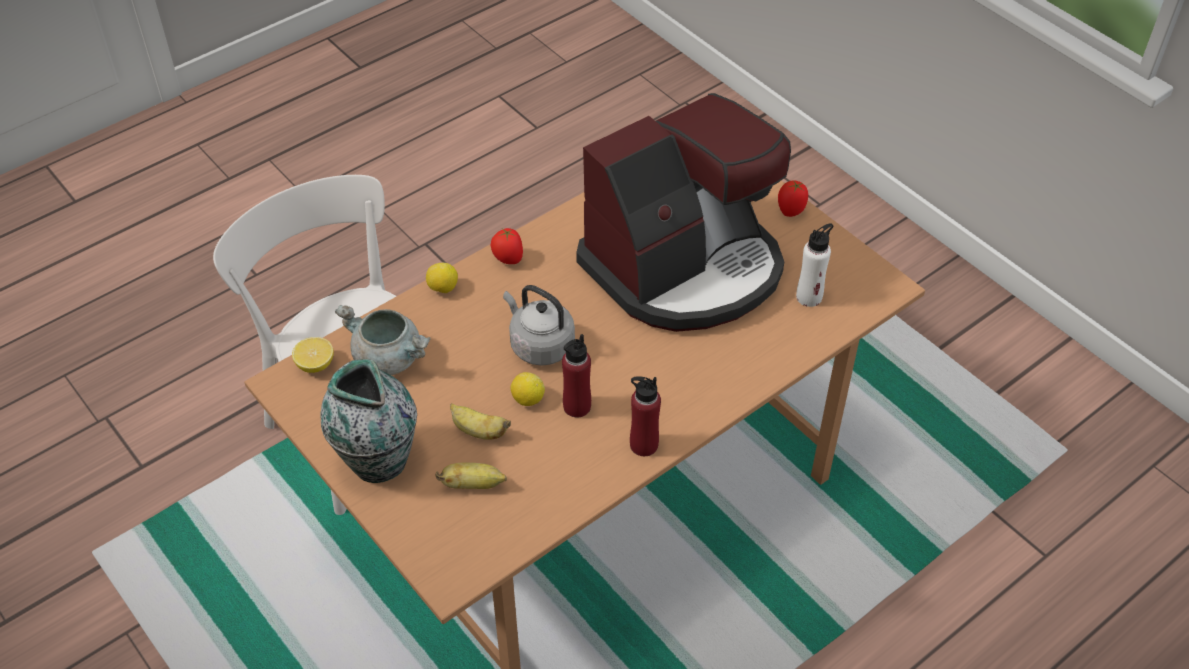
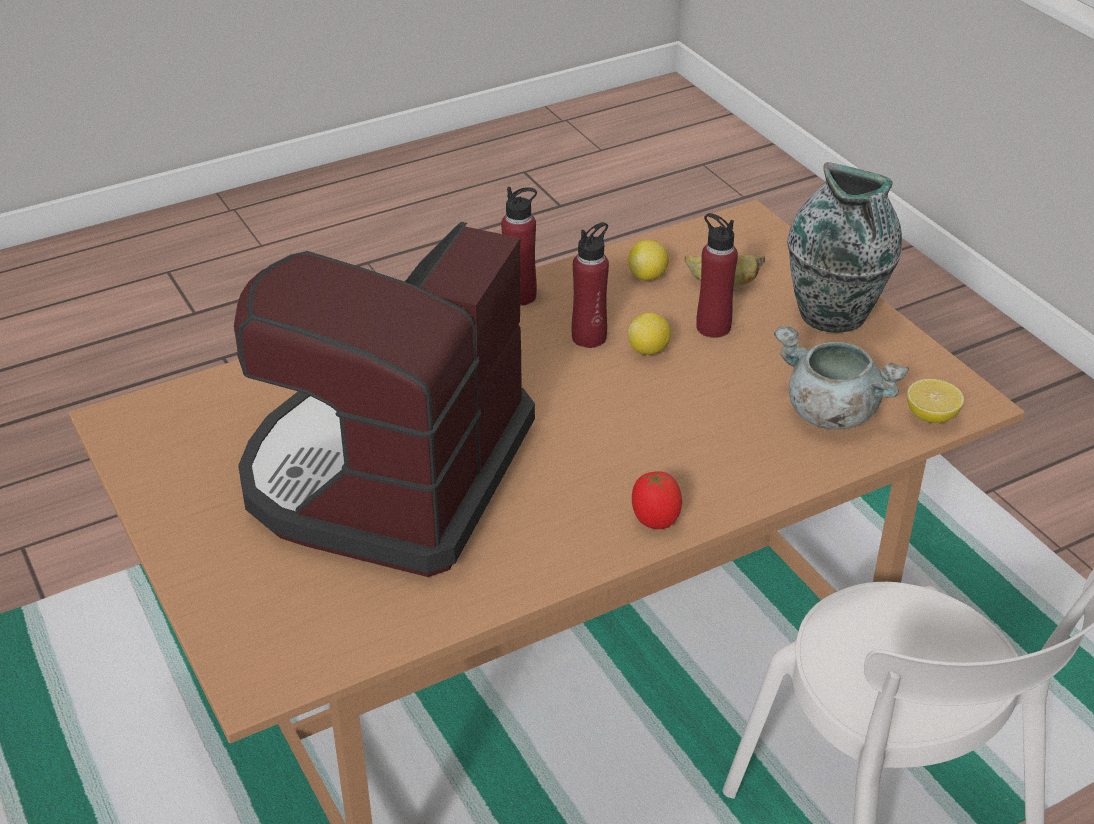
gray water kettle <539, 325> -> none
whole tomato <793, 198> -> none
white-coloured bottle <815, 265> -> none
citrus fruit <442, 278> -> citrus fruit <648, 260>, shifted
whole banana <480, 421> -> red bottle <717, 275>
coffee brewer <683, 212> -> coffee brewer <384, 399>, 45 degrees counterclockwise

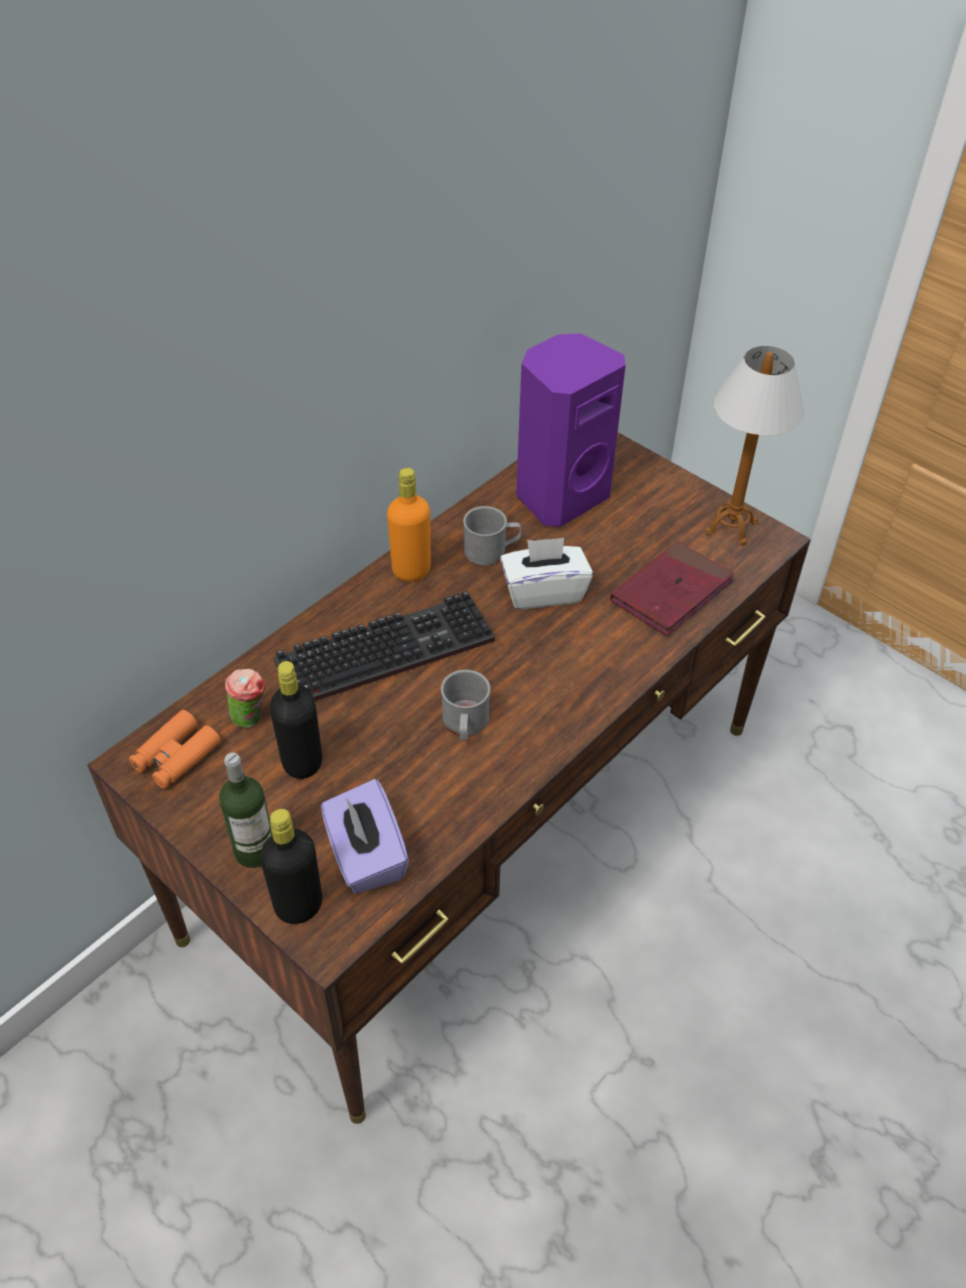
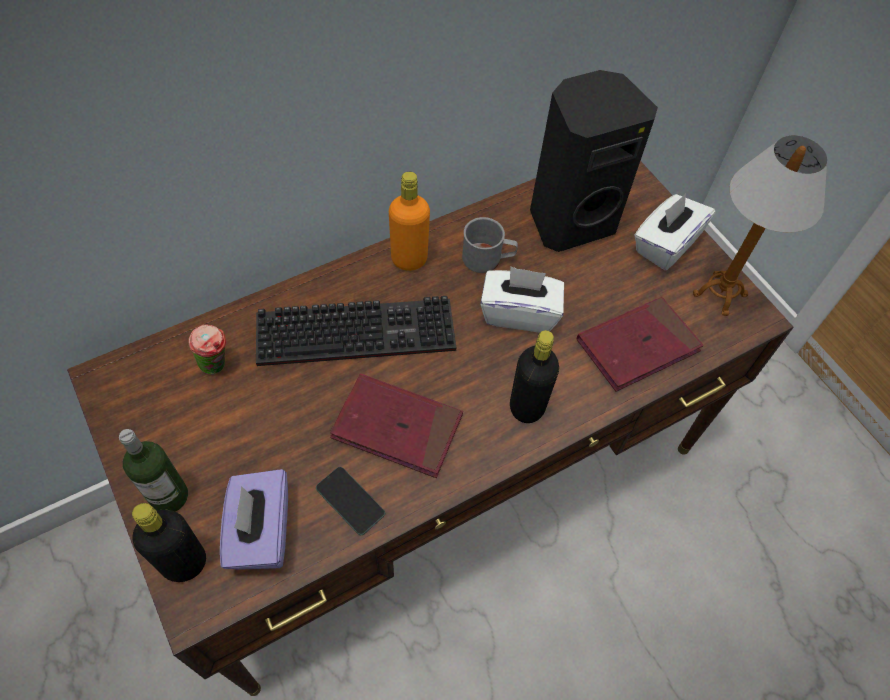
orangey field glasses <175, 749> -> none
none -> handset <350, 501>
none -> white-coloured box of tissues <674, 231>
blackish bottle <296, 720> -> blackish bottle <534, 376>, shifted
gray tea mug <465, 705> -> red book <396, 426>
purple audio speaker <571, 430> -> blackish audio speaker <594, 161>

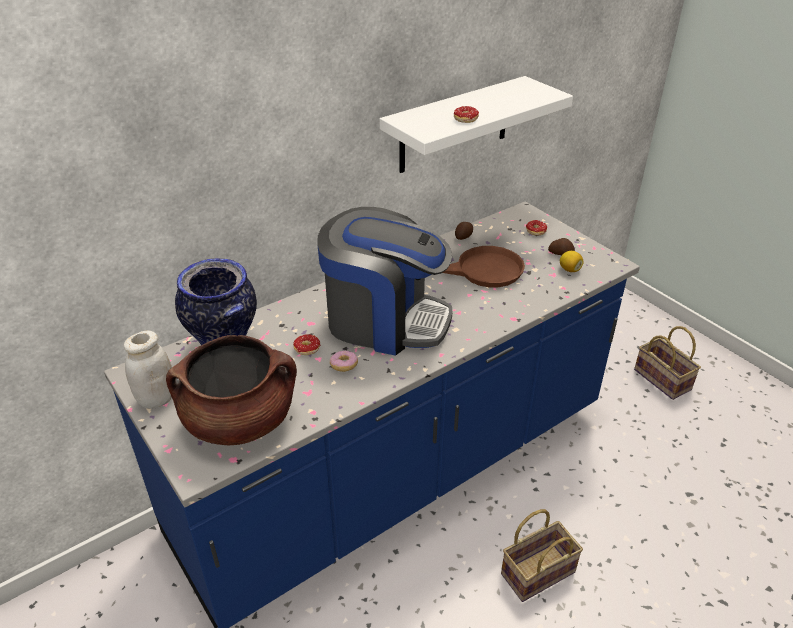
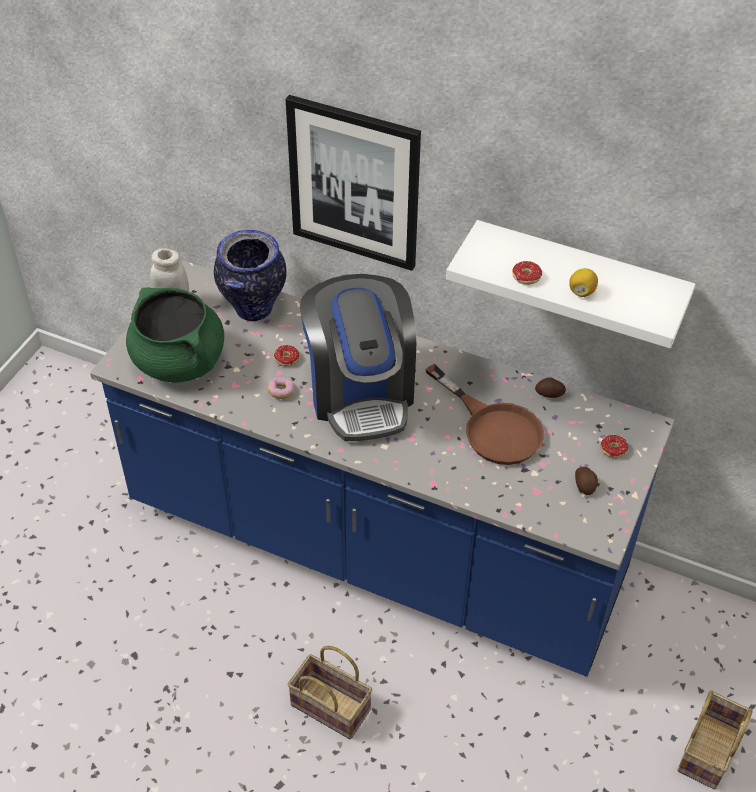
none -> wall art <353, 183>
citrus fruit <571, 261> -> citrus fruit <583, 282>, shifted
brownish cooking pot <231, 390> -> greenish cooking pot <175, 335>

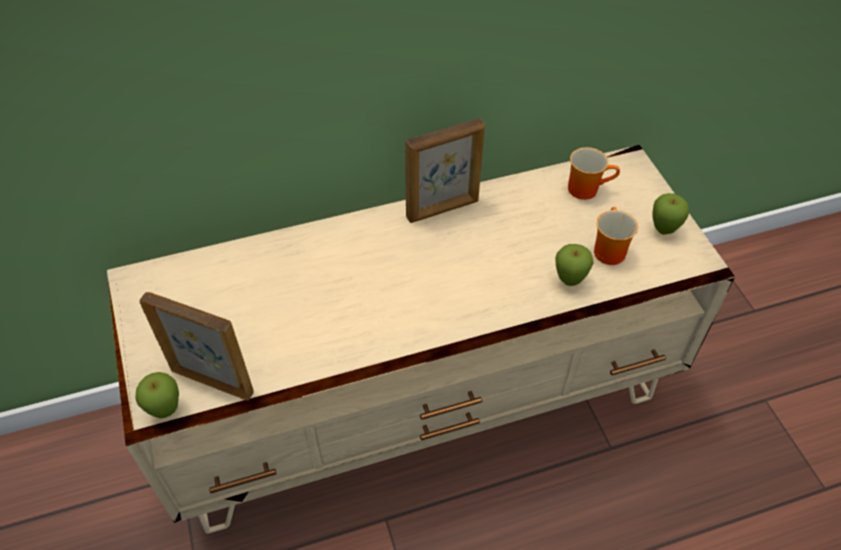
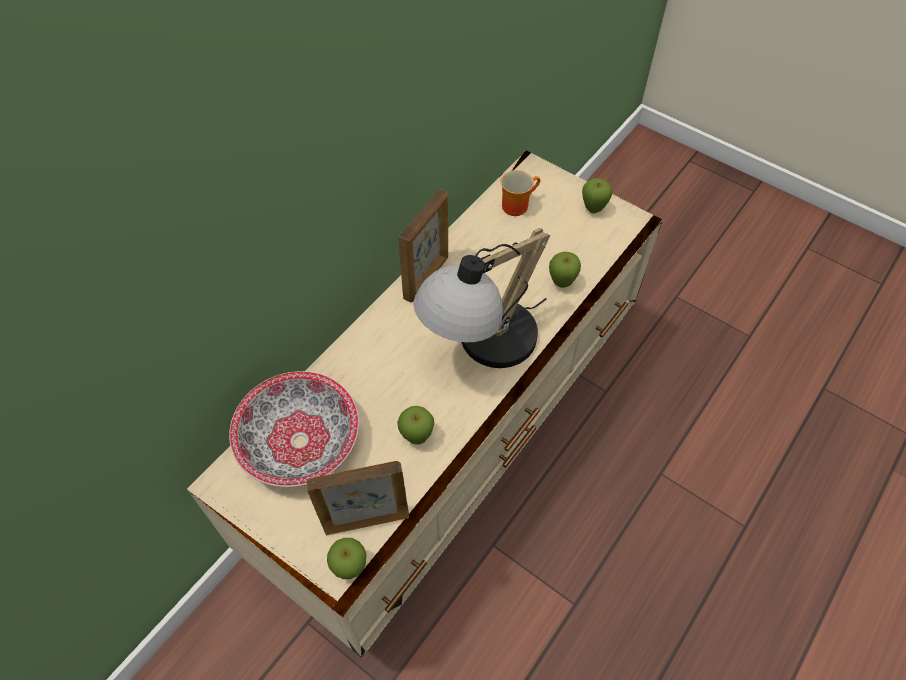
tea mug <616, 236> -> none
none -> bowl <294, 429>
none -> apple <415, 425>
none -> tabletop lamp <482, 298>

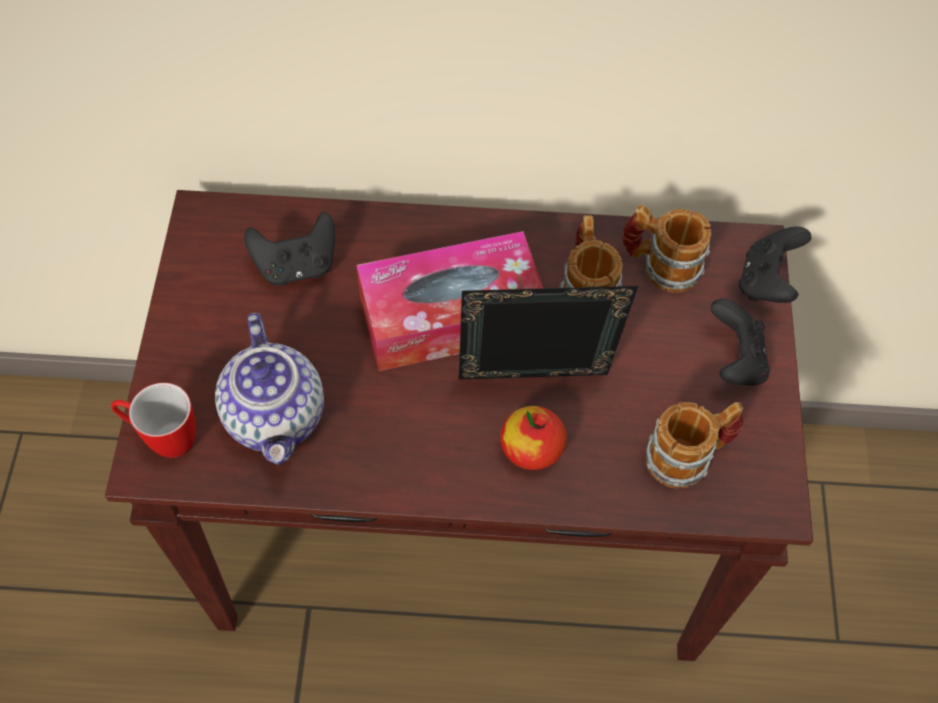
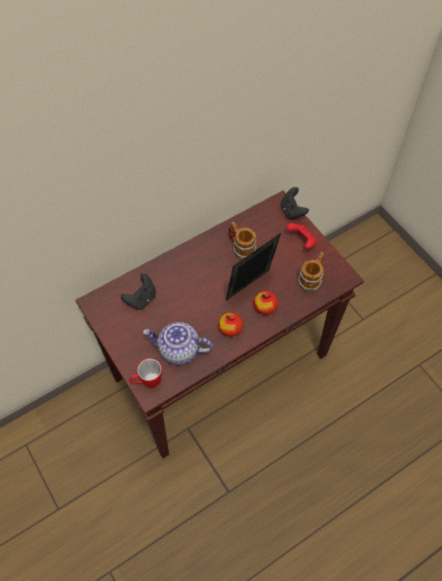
box of tissues <449, 301> -> none
tea mug <666, 249> -> none
none -> apple <230, 324>
blackish game controller <740, 342> -> red game controller <301, 236>
pot for tea <269, 389> -> pot for tea <178, 343>, 150 degrees clockwise

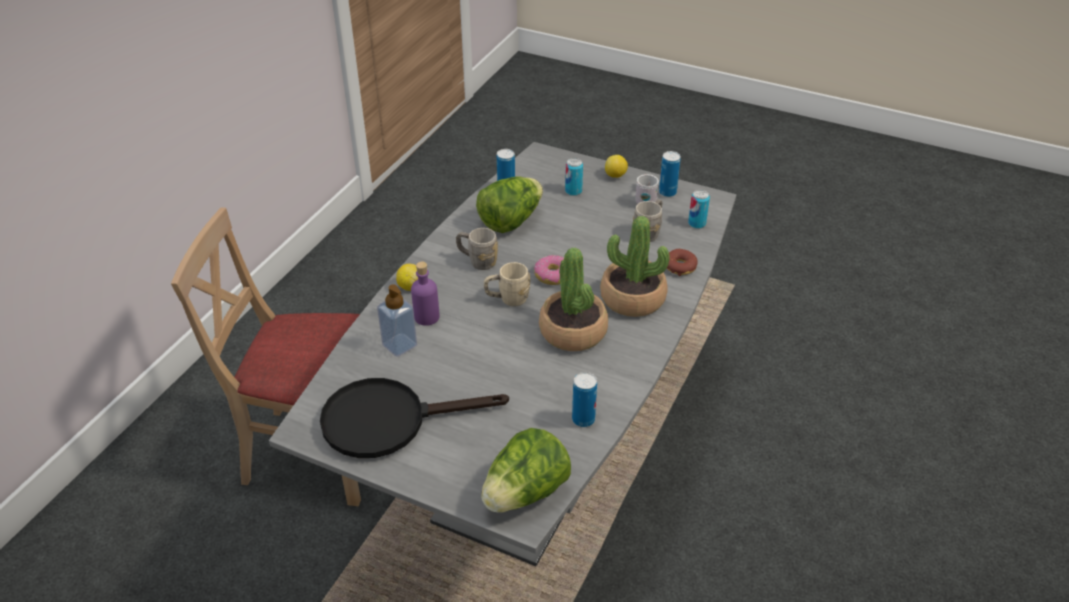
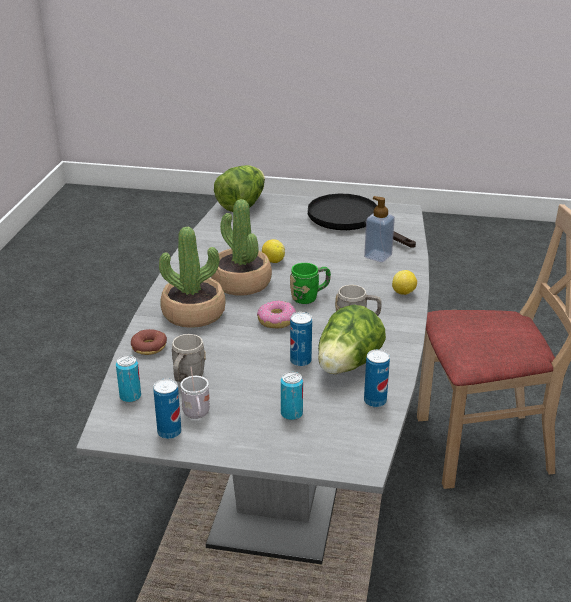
purple bottle <425, 294> -> none
can <584, 399> -> can <301, 339>, shifted
citrus fruit <616, 166> -> citrus fruit <273, 251>, shifted
beige-coloured tea mug <507, 284> -> greenish tea mug <310, 283>
blackish frying pan <414, 418> -> blackish frying pan <362, 221>, 105 degrees counterclockwise

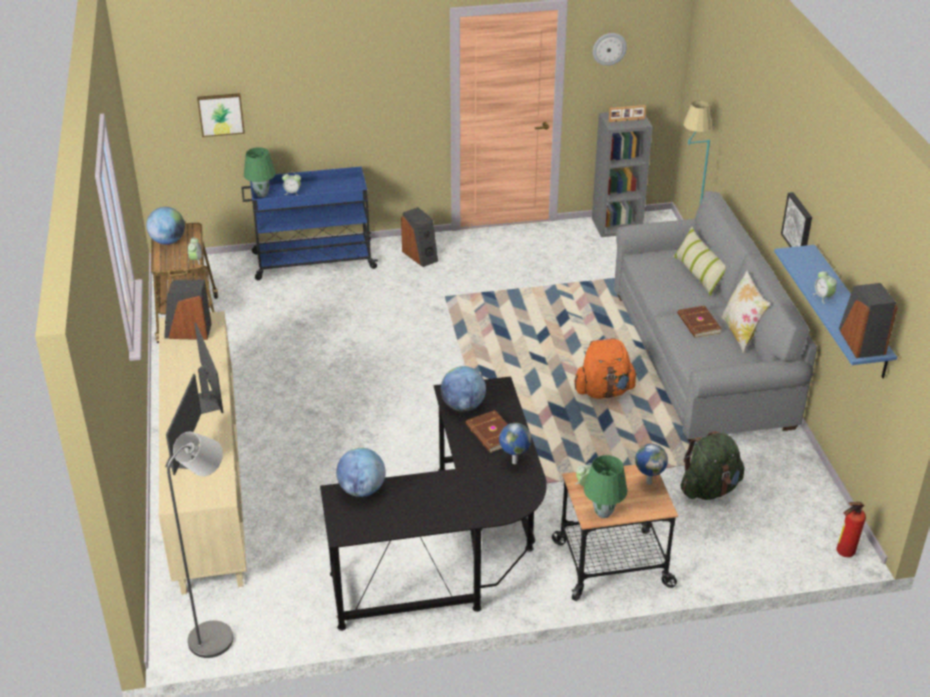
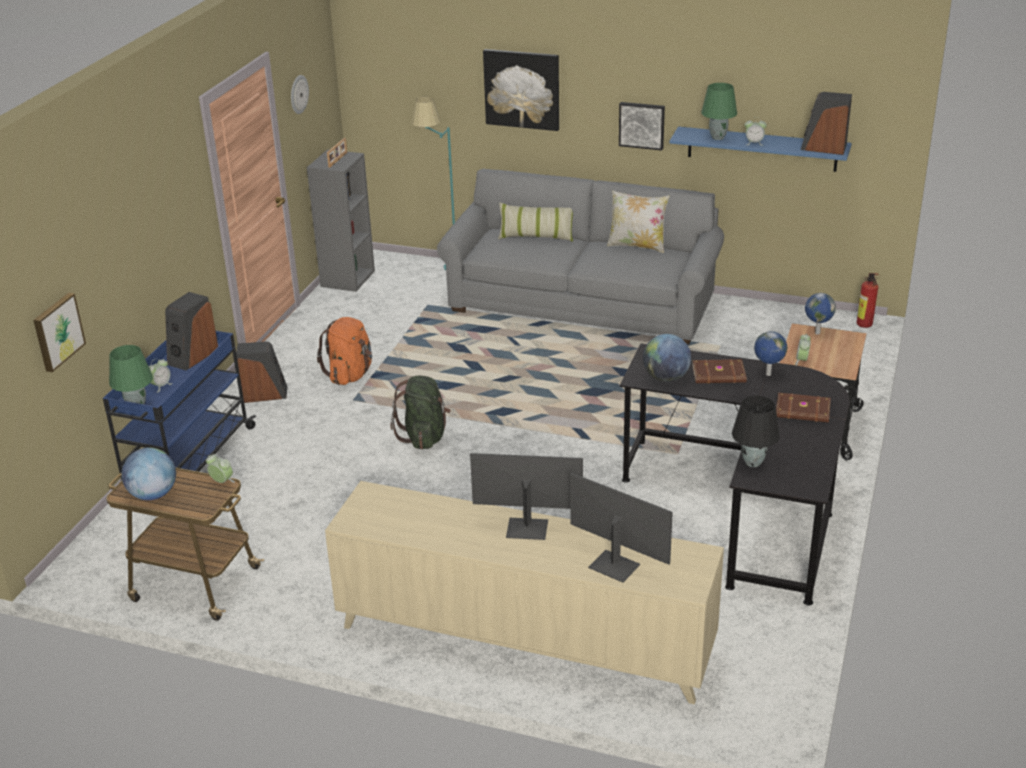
gray standard lamp <200, 545> -> none
none -> wall art <521, 90>
audio speaker <188, 310> -> audio speaker <191, 331>, shifted
orangey rucksack <605, 368> -> orangey rucksack <344, 351>, shifted
greenish tabletop lamp <605, 486> -> greenish tabletop lamp <719, 111>, shifted
brownish book <700, 322> -> brownish book <803, 407>, shifted
greenish rucksack <712, 465> -> greenish rucksack <420, 412>, shifted
globe <360, 472> -> blackish tabletop lamp <756, 431>

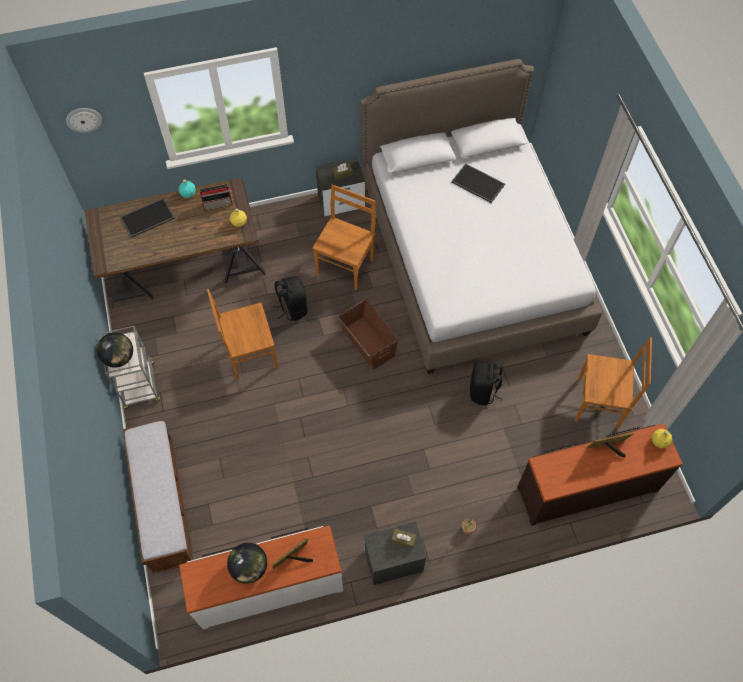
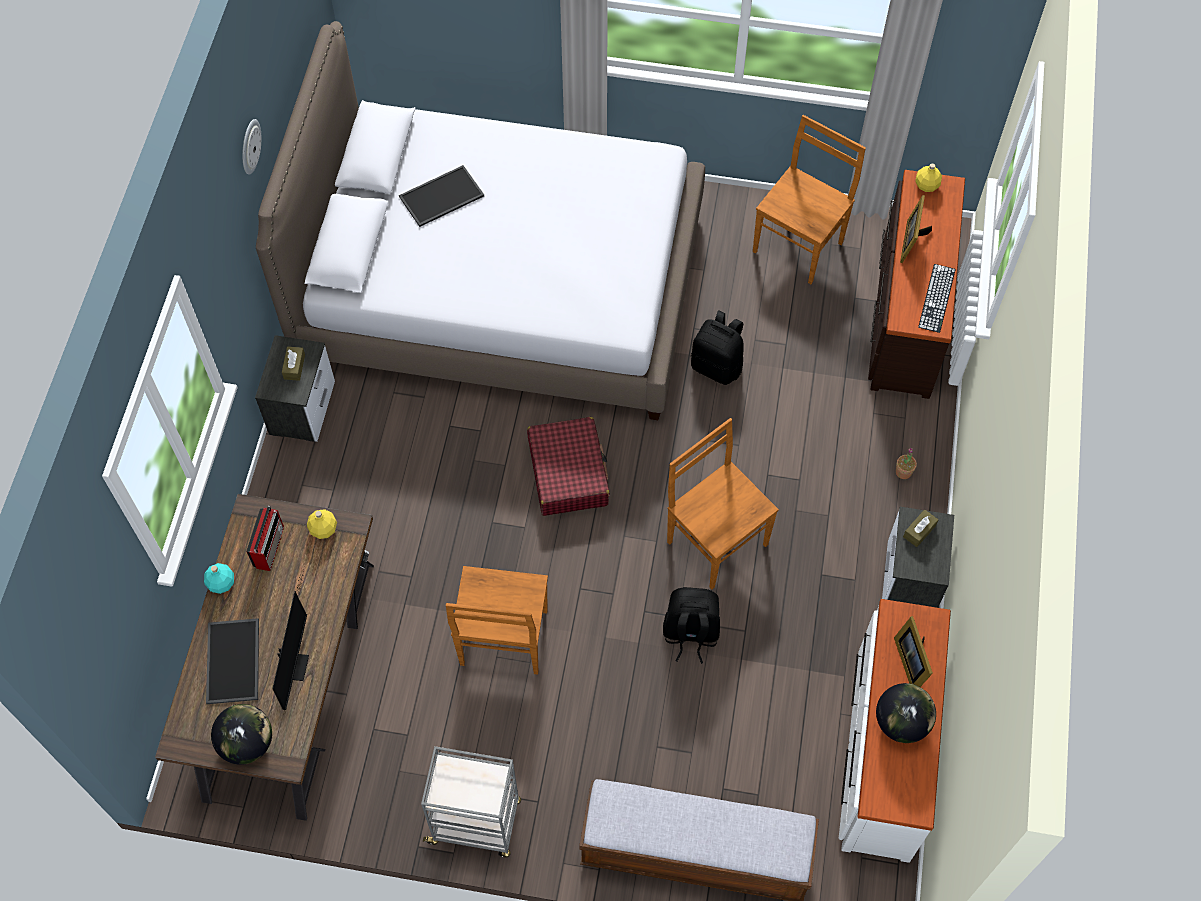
none -> computer display <290, 638>
none -> PC keyboard <937, 298>
wall clock <84, 120> -> wall clock <251, 147>, shifted
globe <115, 350> -> globe <241, 734>, shifted
blackish rucksack <290, 298> -> blackish rucksack <691, 625>, shifted
brownish plain chair <344, 237> -> brownish plain chair <723, 503>, shifted
brownish storage container <368, 334> -> red travel case <568, 466>

